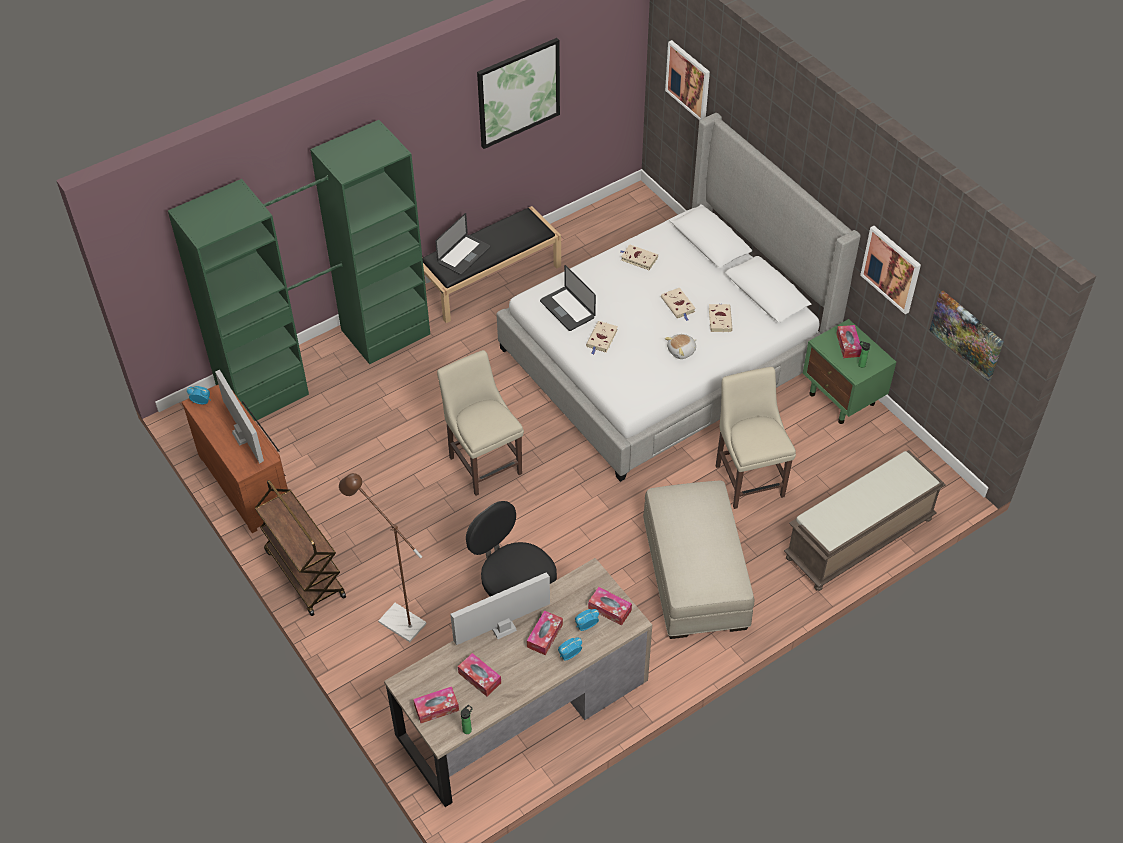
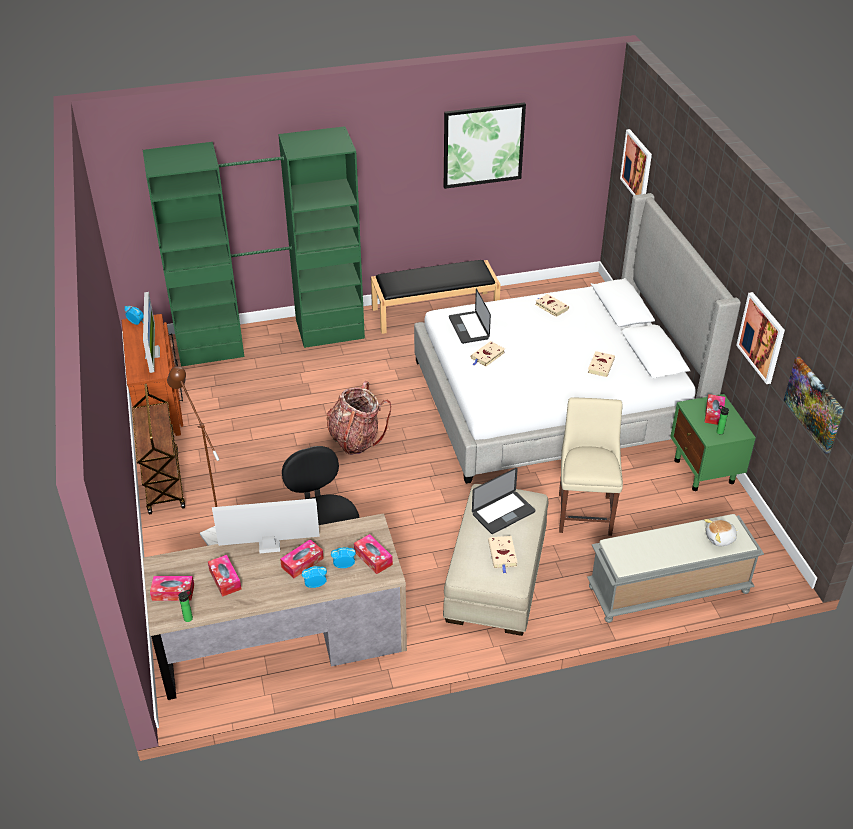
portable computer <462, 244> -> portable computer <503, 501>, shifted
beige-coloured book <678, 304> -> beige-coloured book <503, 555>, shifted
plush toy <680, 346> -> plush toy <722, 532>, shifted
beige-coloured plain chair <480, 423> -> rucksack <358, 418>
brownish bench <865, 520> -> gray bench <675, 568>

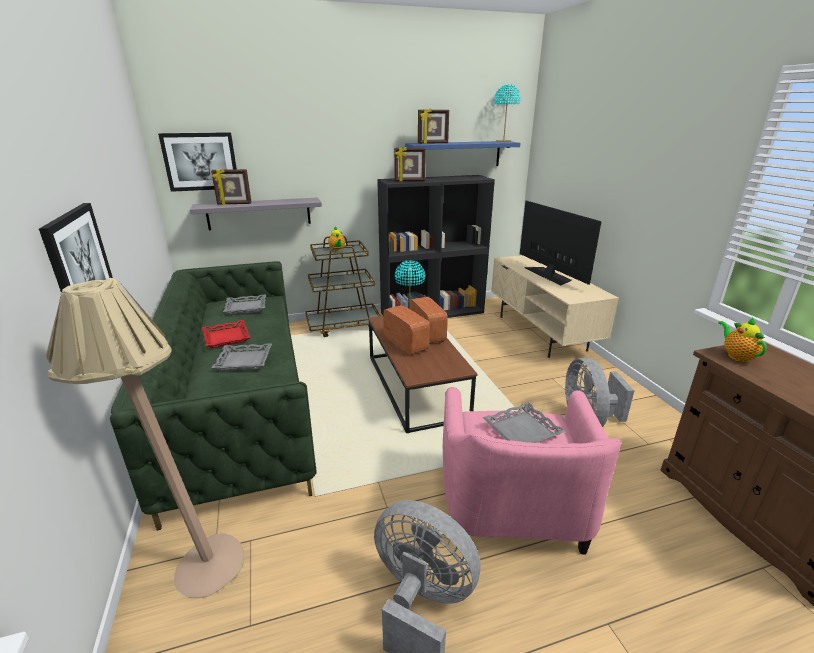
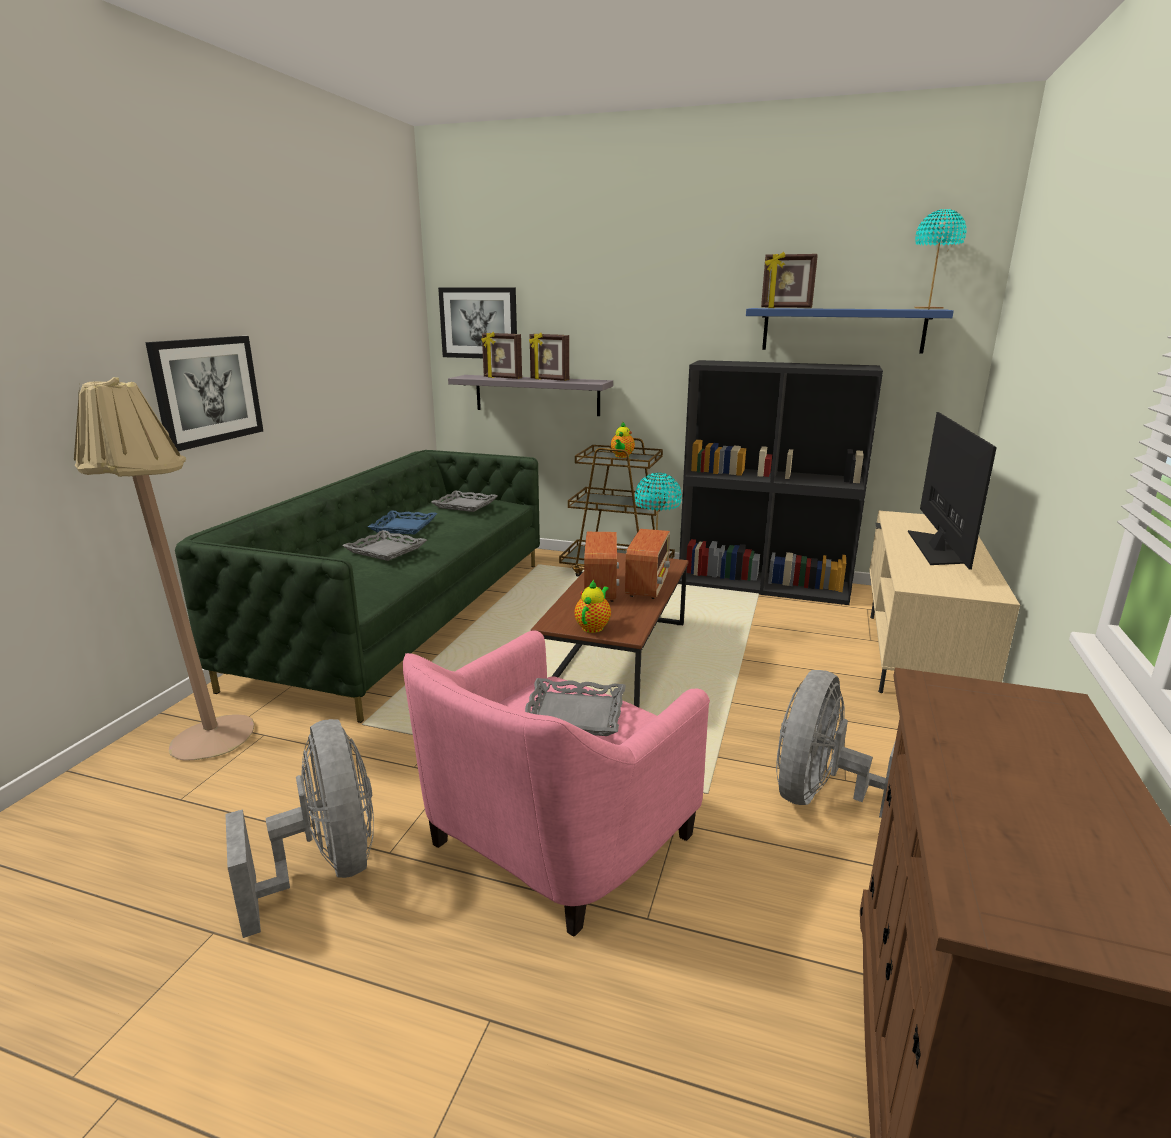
standing frame <410, 164> -> standing frame <549, 357>, shifted
pot for tea <742, 339> -> pot for tea <593, 606>, shifted
red tray <226, 334> -> bluish tray <403, 523>

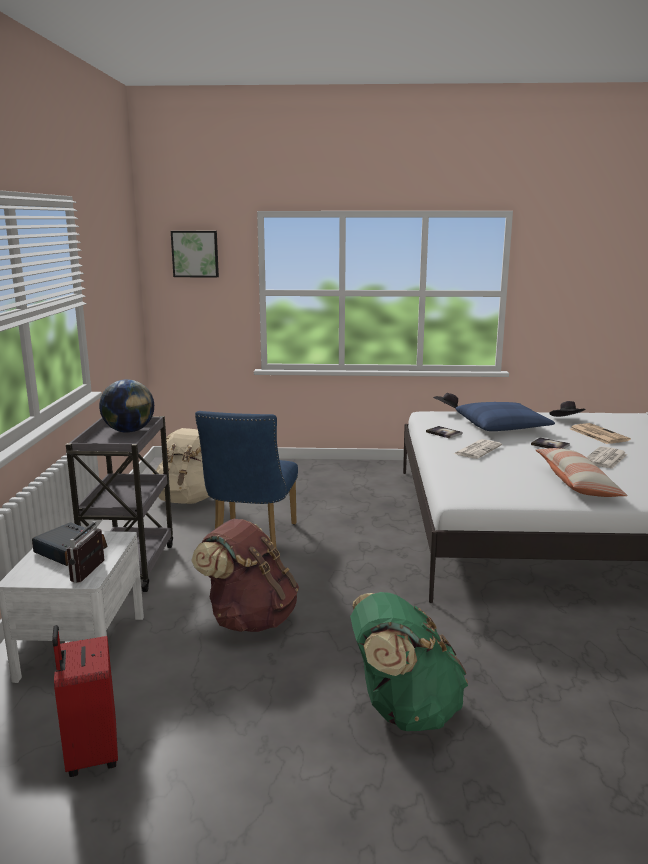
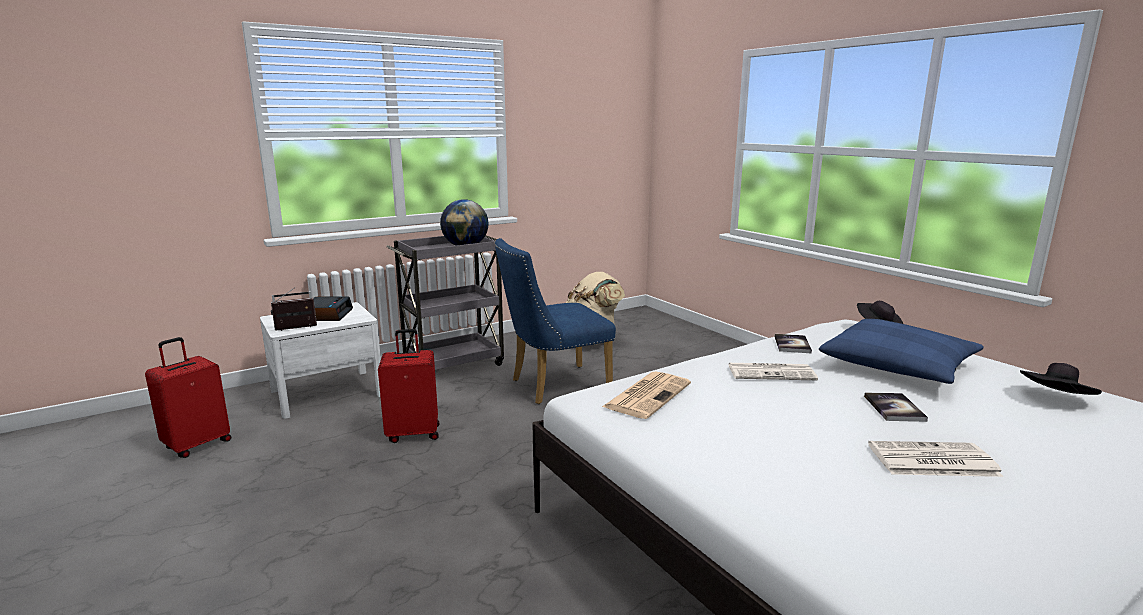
wall art <195, 254> -> none
greenish rucksack <409, 661> -> none
pillow <581, 472> -> none
printed paper <600, 433> -> printed paper <646, 395>, shifted
brownish rucksack <245, 575> -> red travel case <408, 386>

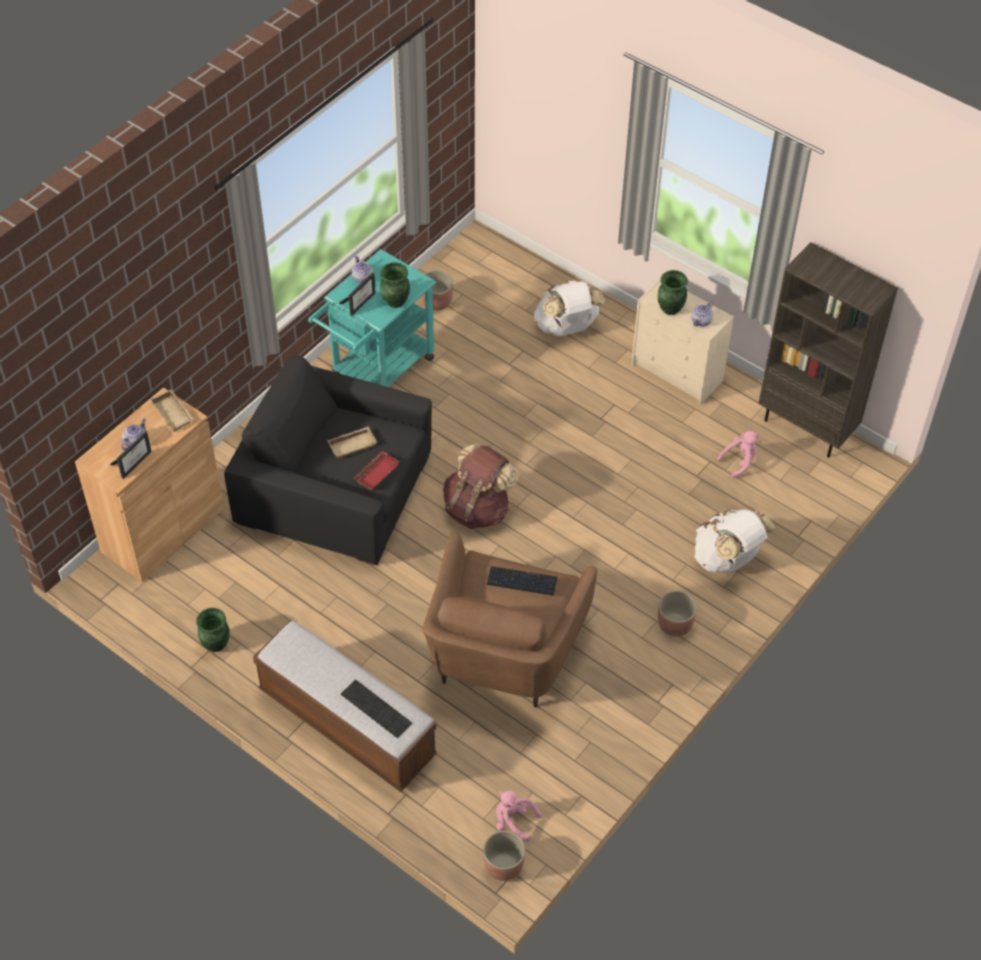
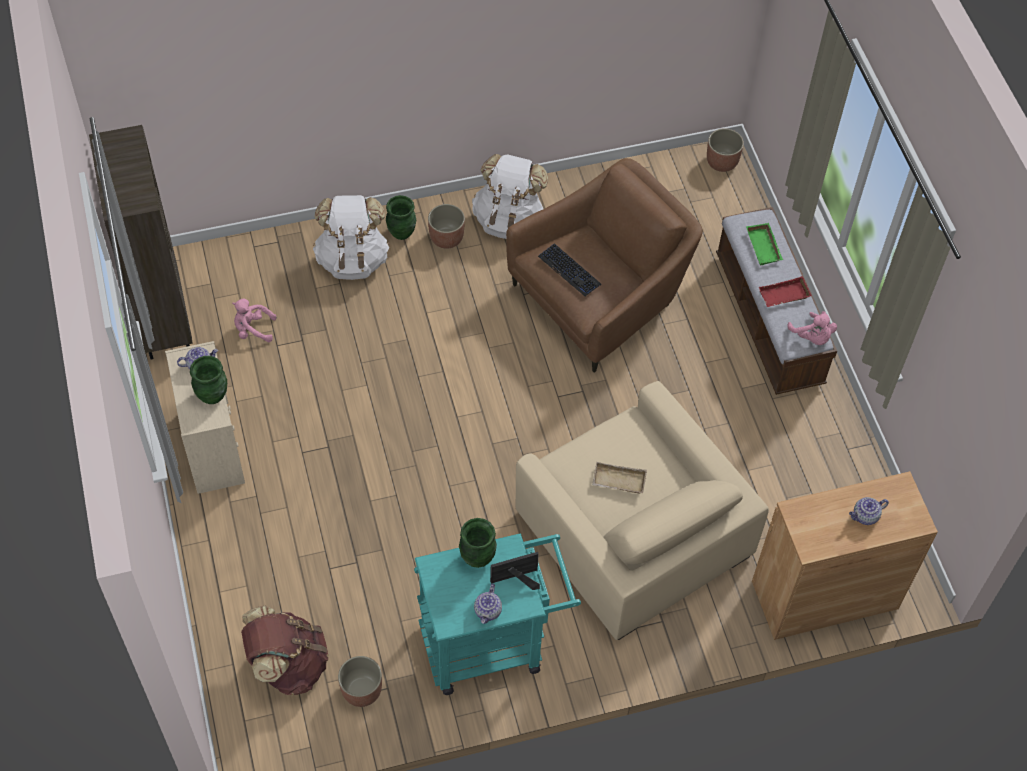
standing frame <131, 455> -> none
beige-coloured tray <172, 411> -> none
greenish vase <213, 630> -> greenish vase <401, 217>, shifted
red tray <377, 471> -> red tray <785, 291>, shifted
brownish rucksack <481, 485> -> brownish rucksack <285, 650>, shifted
pink-coloured plush toy <519, 816> -> pink-coloured plush toy <812, 328>, shifted
white-coloured rucksack <569, 308> -> white-coloured rucksack <510, 196>, shifted
PC keyboard <376, 709> -> greenish tray <764, 244>
blackish lounge chair <328, 460> -> beige-coloured lounge chair <642, 510>

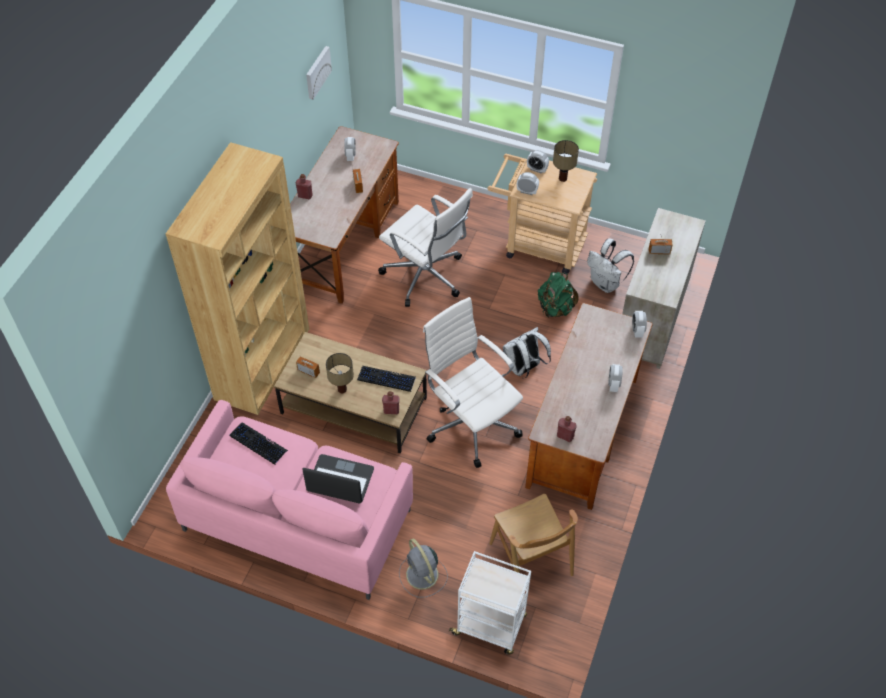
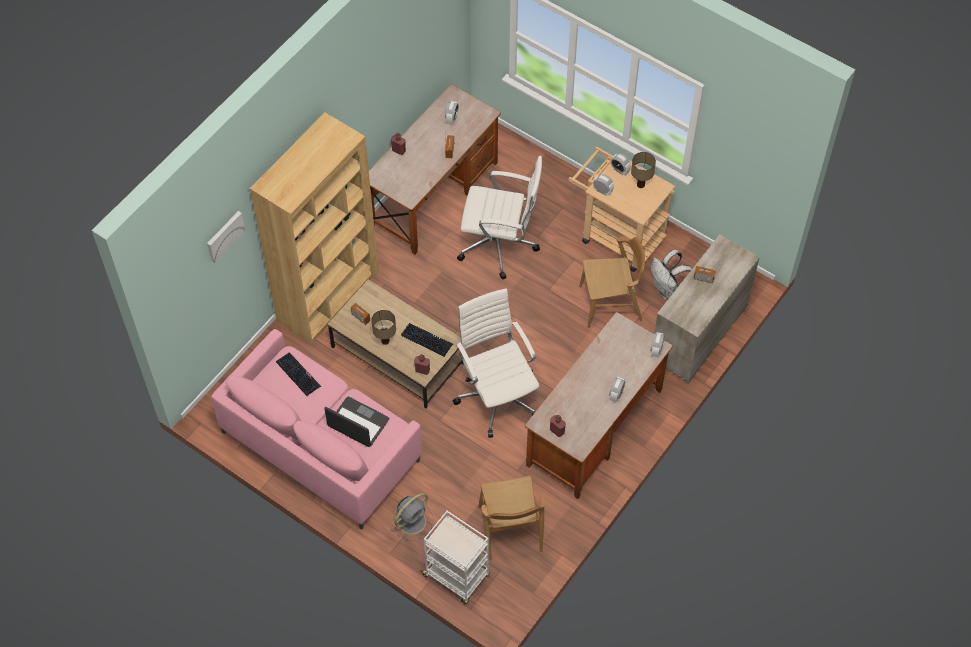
white-coloured rucksack <527, 352> -> none
wall art <319, 73> -> wall art <226, 237>, shifted
greenish rucksack <558, 295> -> brownish plain chair <612, 282>
white-coloured office chair <425, 247> -> white-coloured office chair <499, 218>, 45 degrees counterclockwise
gray fan <423, 568> -> gray fan <412, 517>, 120 degrees counterclockwise

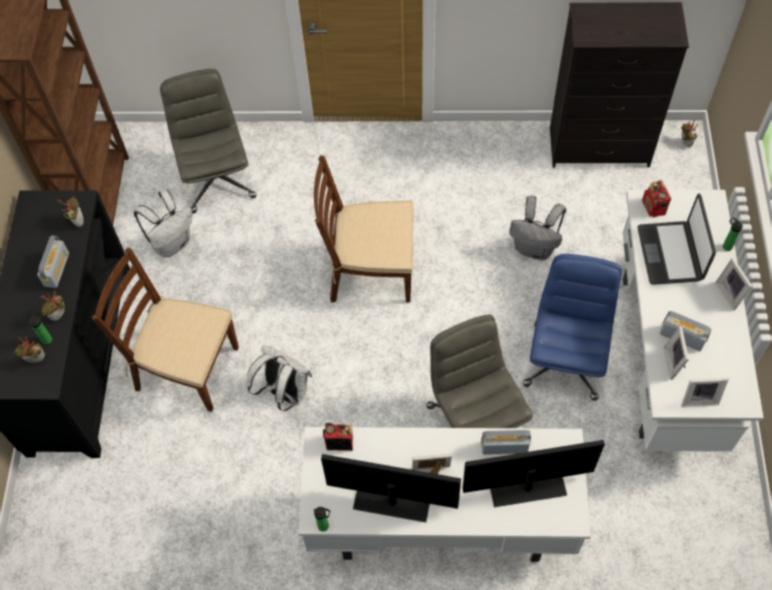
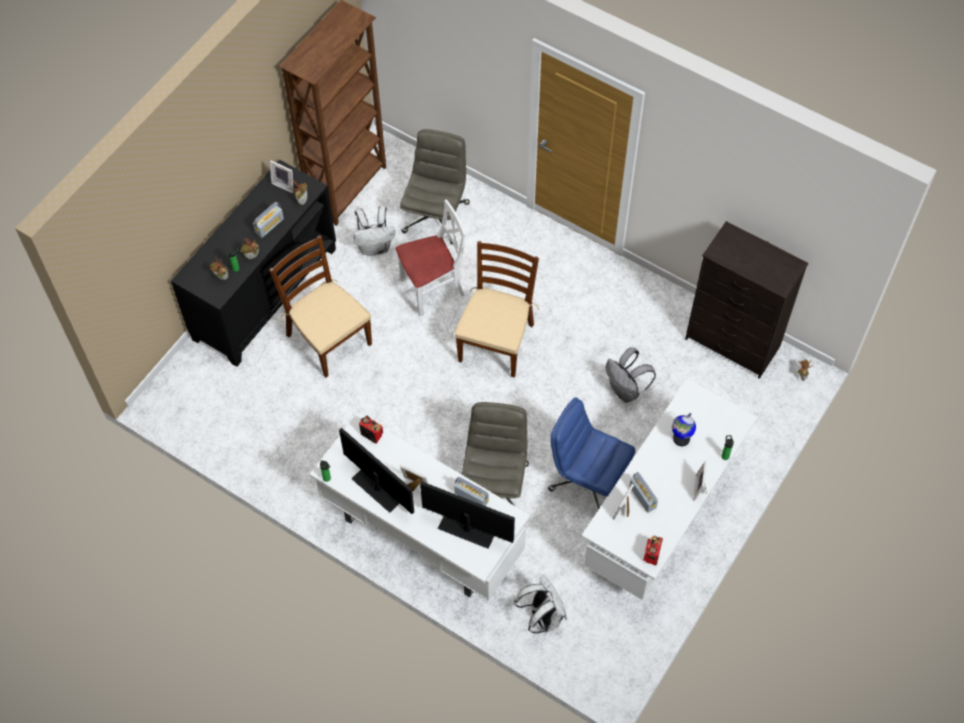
none -> white-coloured plain chair <430, 257>
white-coloured rucksack <279, 378> -> white-coloured rucksack <540, 604>, shifted
radio receiver <656, 198> -> radio receiver <653, 550>, shifted
standing frame <705, 392> -> standing frame <281, 176>, shifted
portable computer <676, 239> -> globe <684, 429>
brownish plain chair <363, 229> -> brownish plain chair <497, 309>, 75 degrees clockwise
bluish office chair <572, 327> -> bluish office chair <591, 454>, 105 degrees counterclockwise

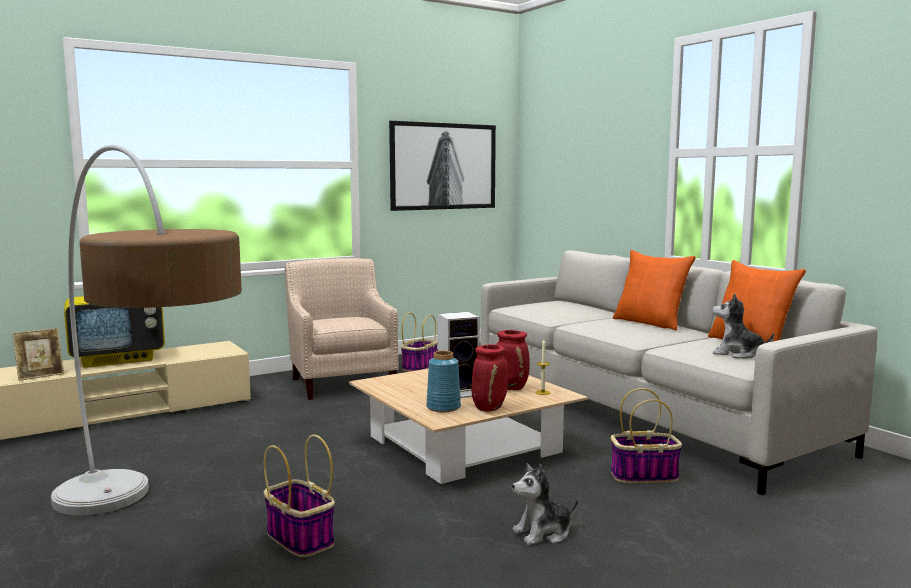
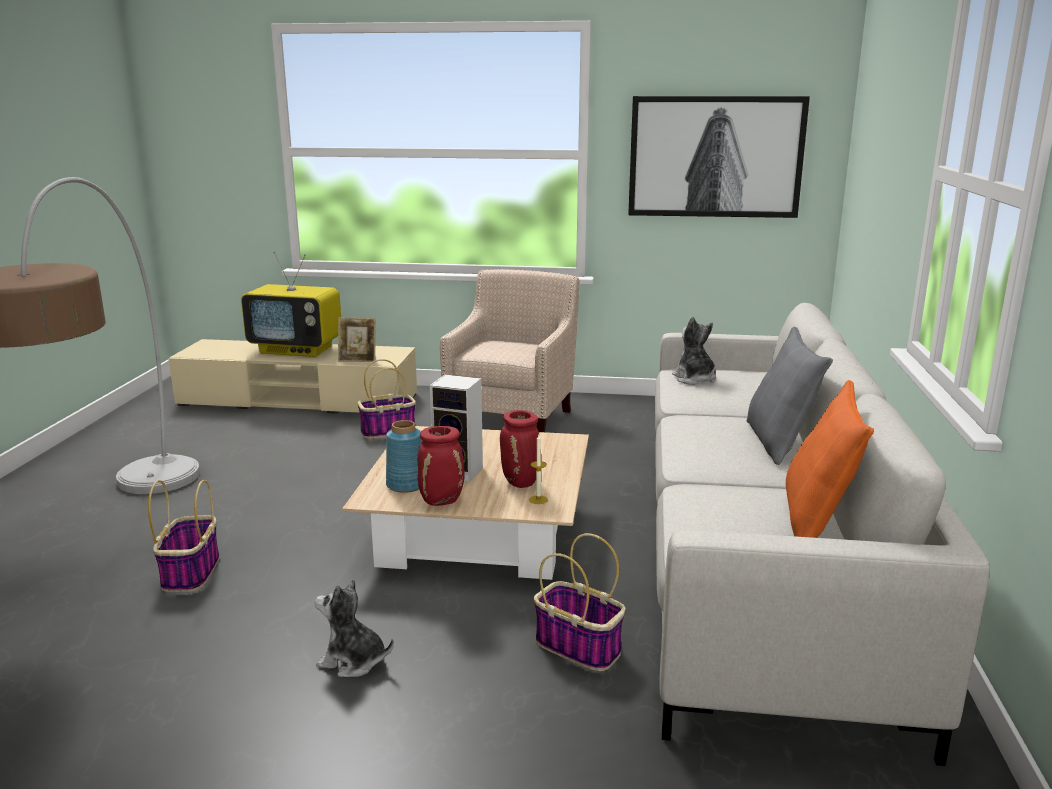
standing frame <38, 354> -> standing frame <357, 339>, shifted
basket <419, 342> -> basket <387, 399>, shifted
plush toy <743, 326> -> plush toy <694, 351>, shifted
orangey pillow <654, 290> -> gray pillow <790, 395>

